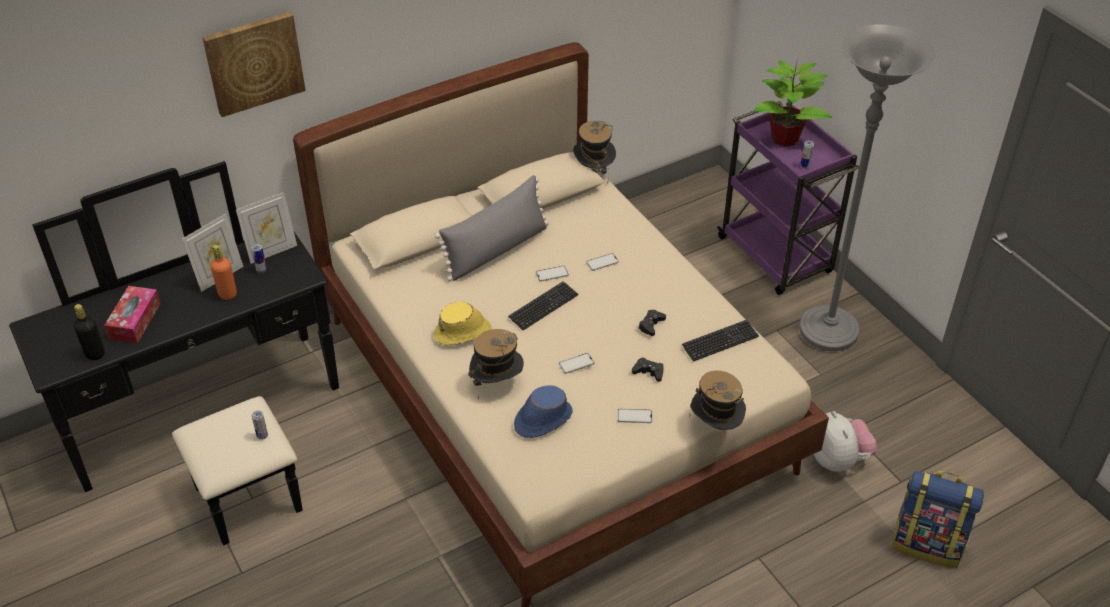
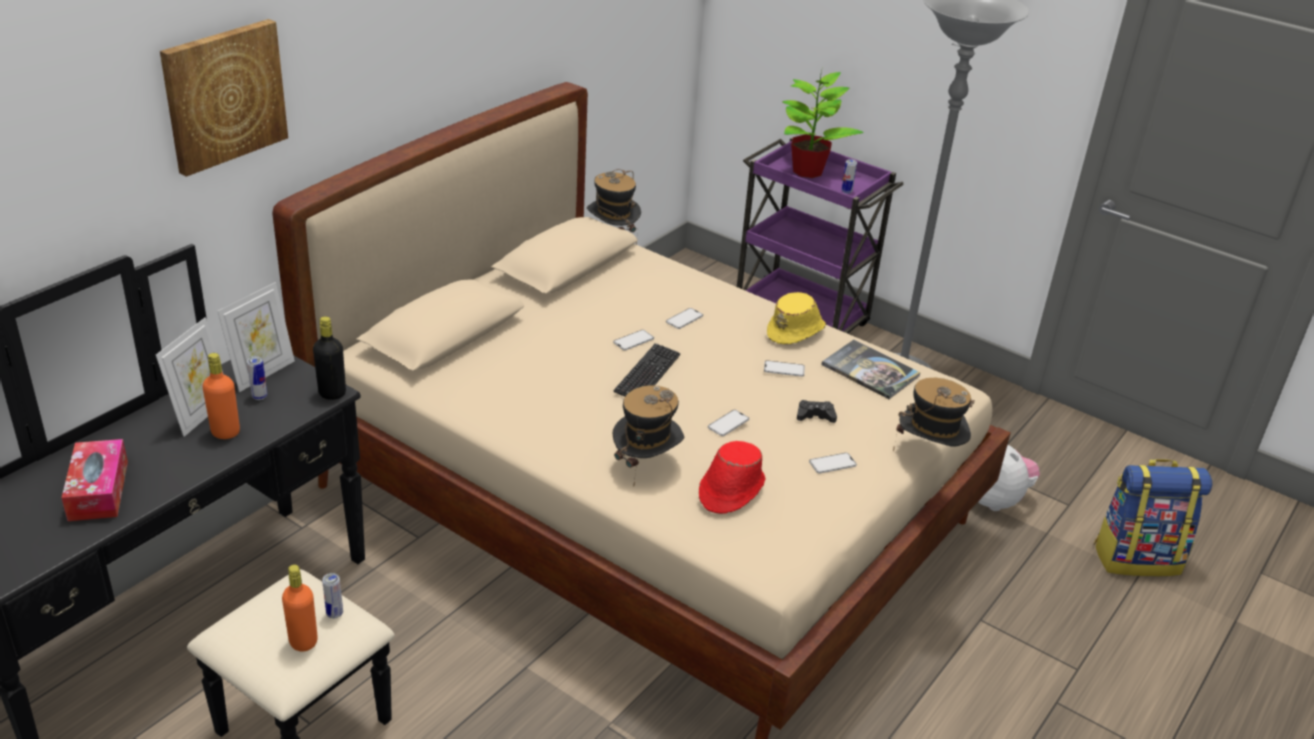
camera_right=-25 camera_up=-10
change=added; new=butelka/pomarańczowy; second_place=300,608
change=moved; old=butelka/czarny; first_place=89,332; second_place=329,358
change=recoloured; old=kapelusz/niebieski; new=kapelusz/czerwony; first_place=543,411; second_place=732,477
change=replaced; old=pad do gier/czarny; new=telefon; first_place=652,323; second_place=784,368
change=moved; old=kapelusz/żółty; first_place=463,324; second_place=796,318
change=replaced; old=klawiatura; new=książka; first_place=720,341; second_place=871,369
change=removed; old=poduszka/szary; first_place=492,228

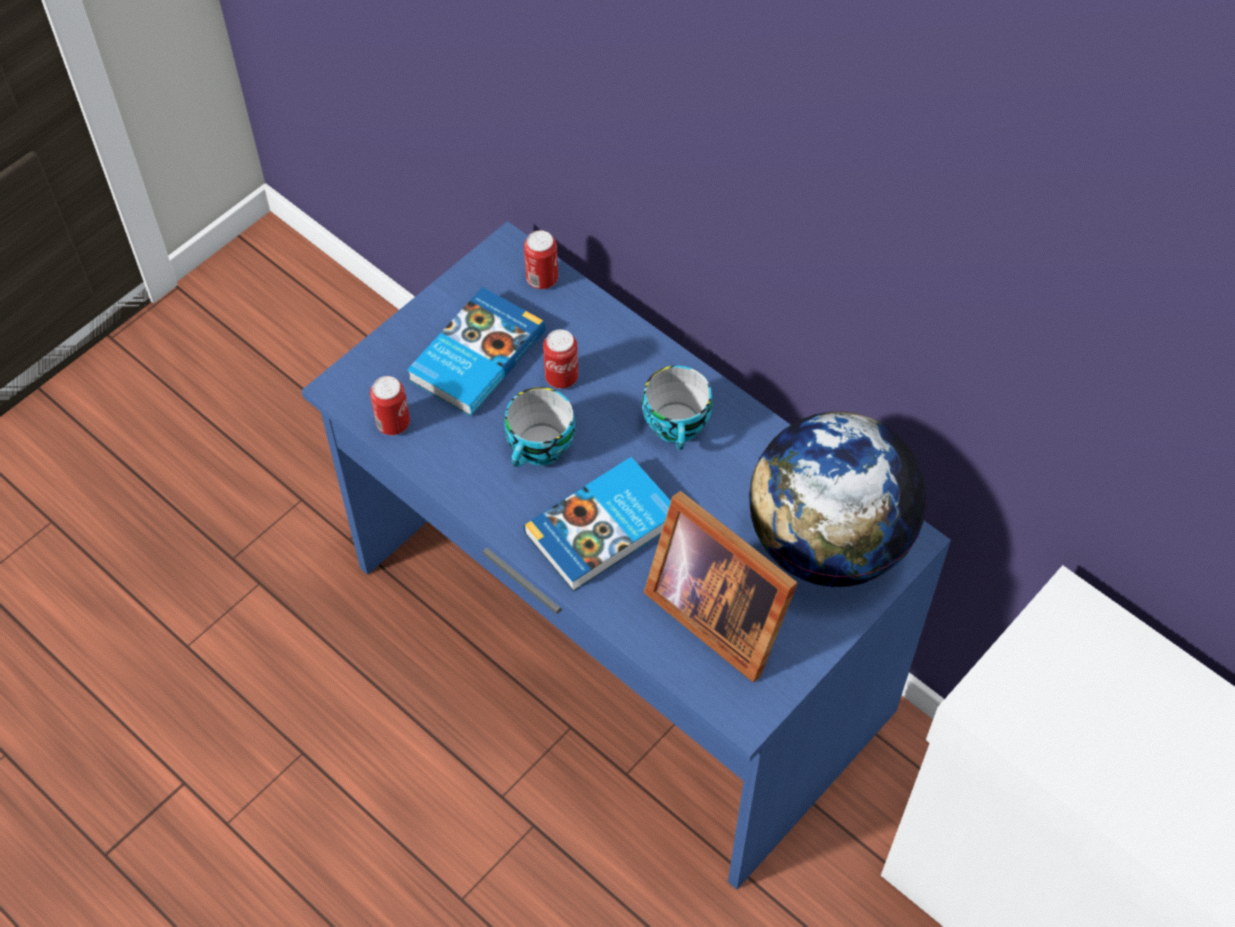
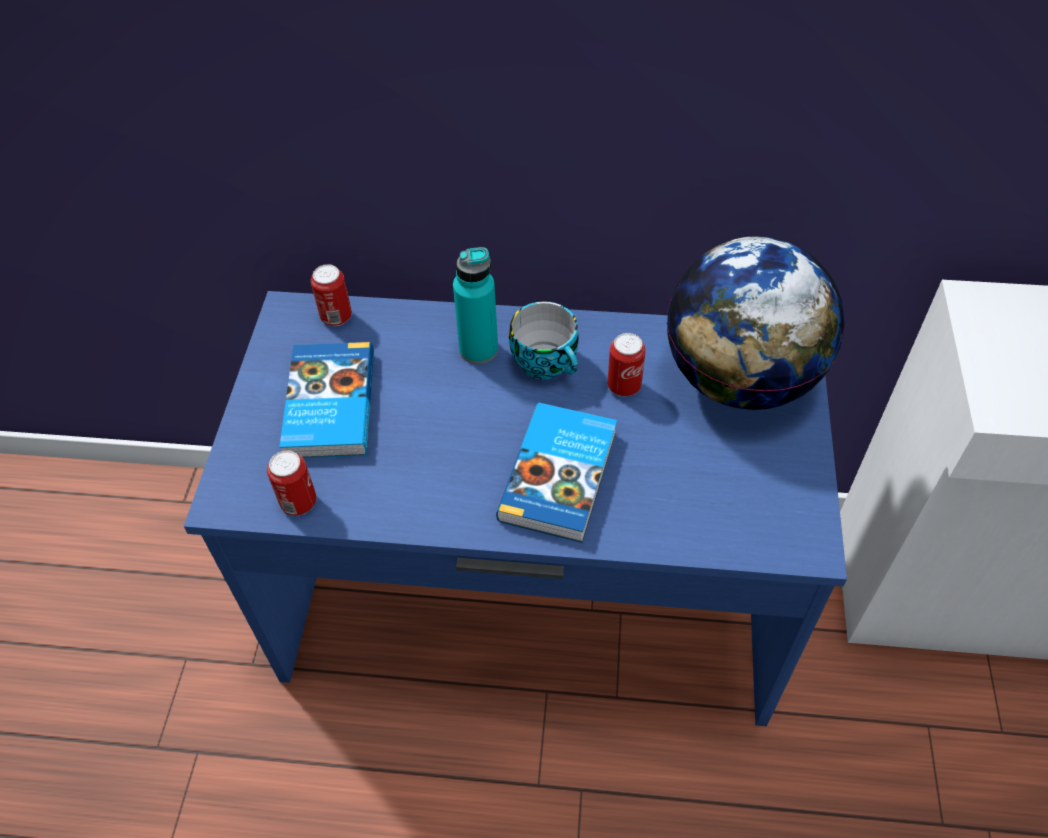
camera_right=-35 camera_up=-5
change=added; new=butelka/turkusowy; second_place=475,305
change=moved; old=puszka; first_place=560,359; second_place=626,364
change=removed; old=filiżanka; first_place=539,427
change=removed; old=ramka na zdjęcie; first_place=721,586

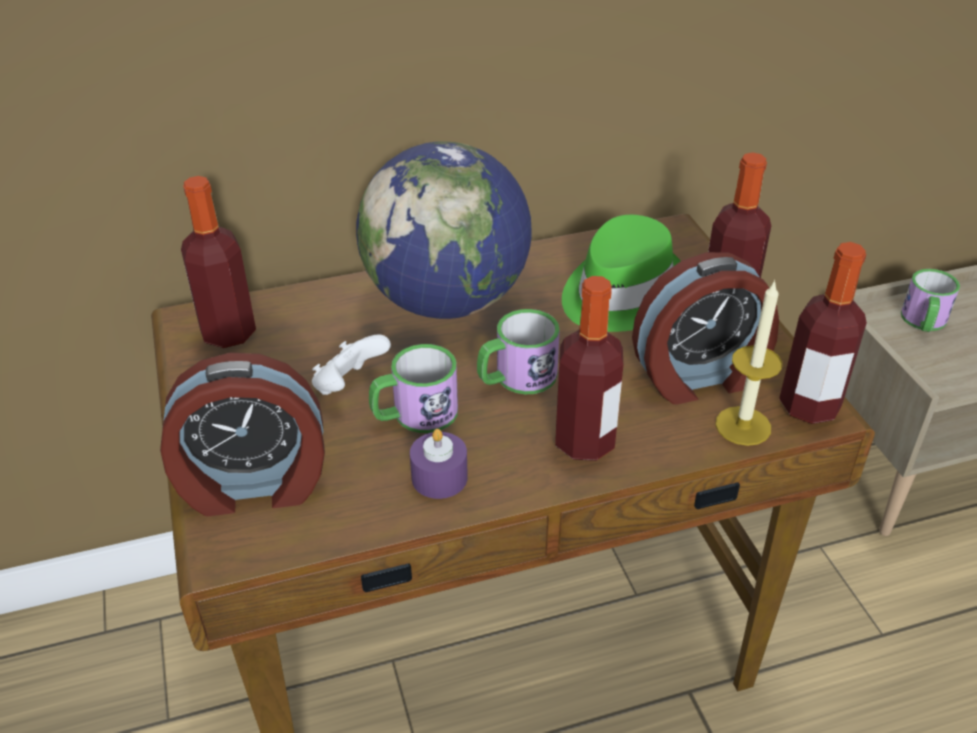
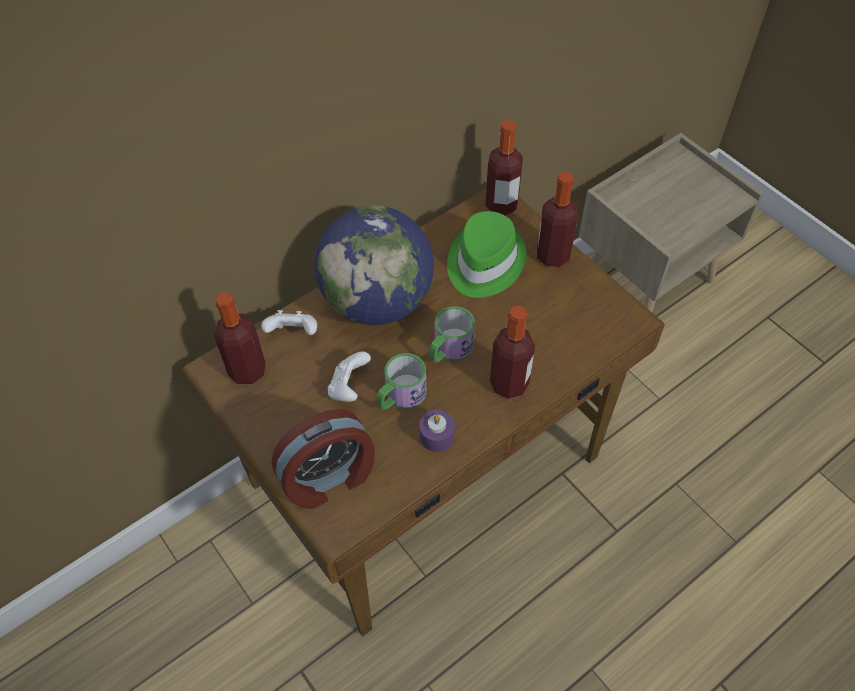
camera_right=-20 camera_up=15
change=added; new=pad do gier/biały; second_place=289,322
change=moved; old=butelka; first_place=823,333; second_place=504,168
change=removed; old=budzik; first_place=705,328
change=removed; old=świeca; first_place=748,363
change=removed; old=kubek; first_place=930,300

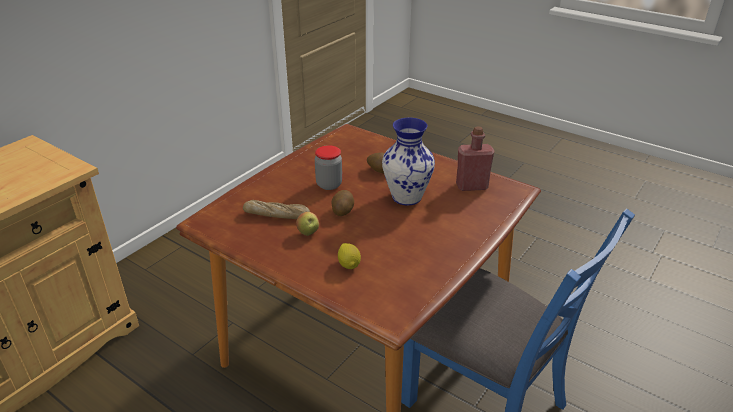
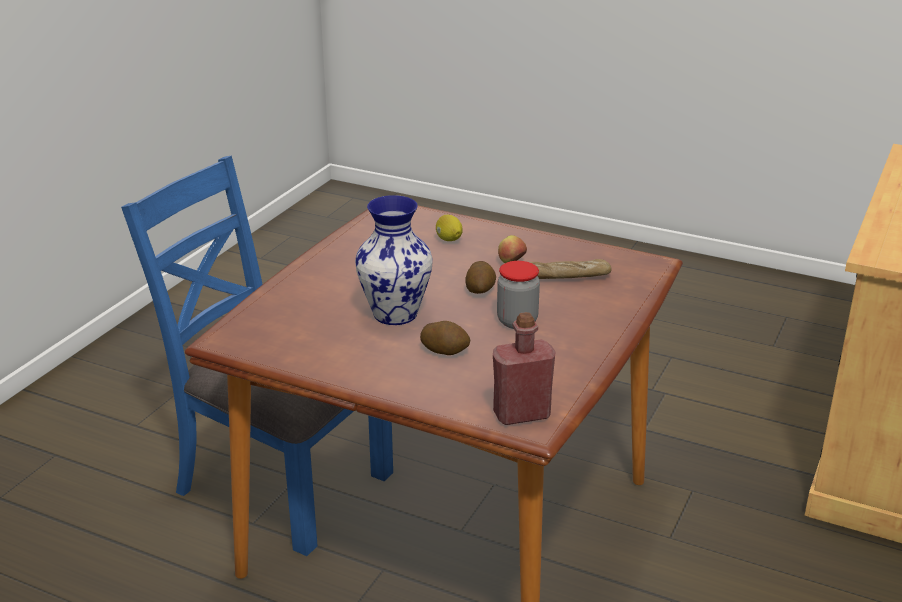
camera_right=170 camera_up=-5
change=moved; old=butelka/czerwony; first_place=475,158; second_place=524,368

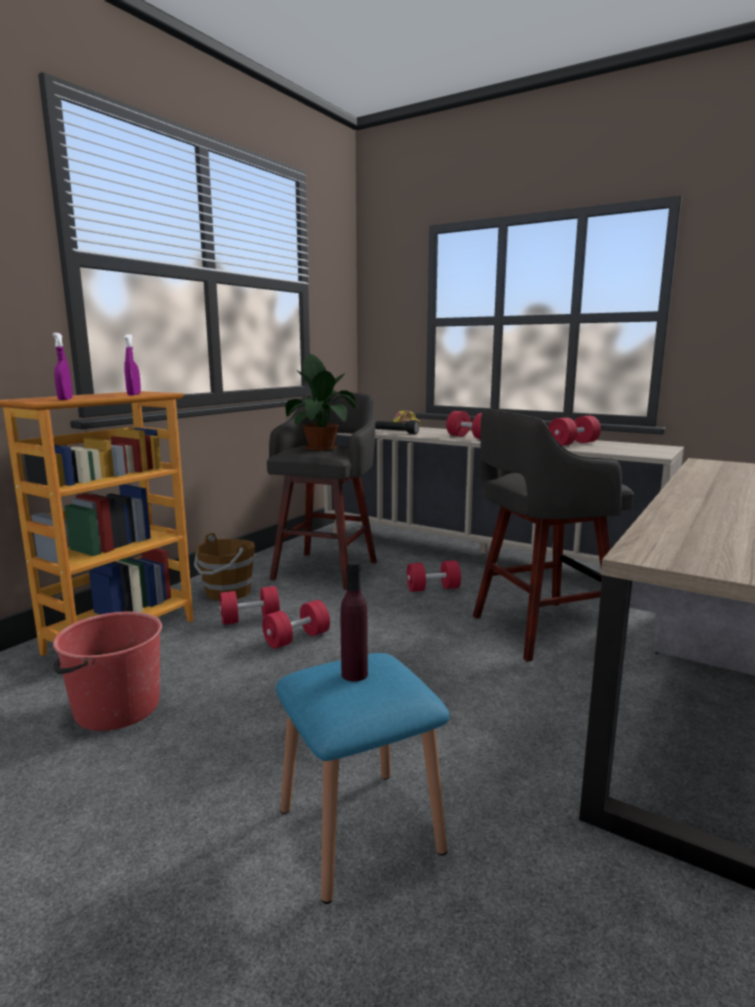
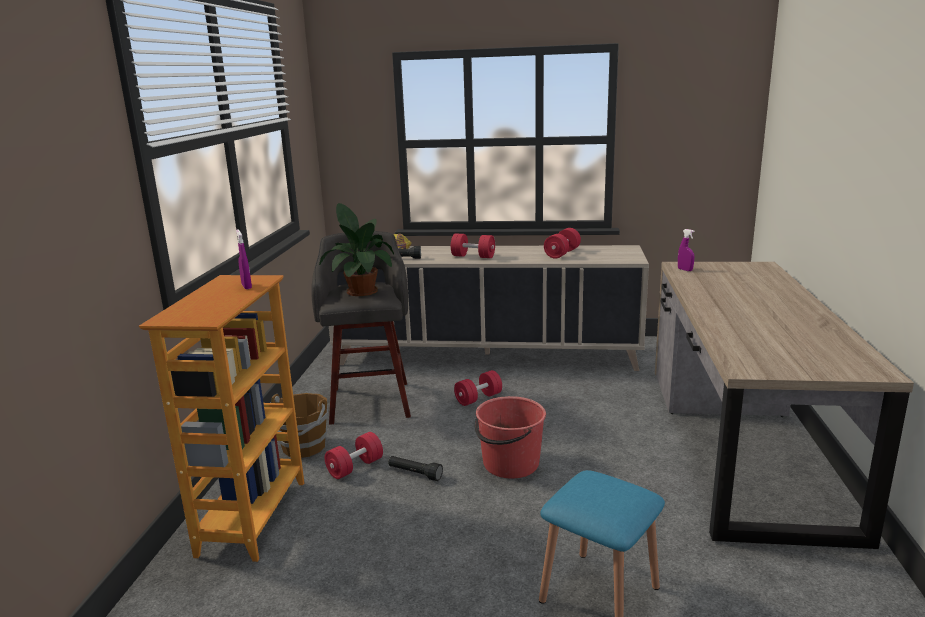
camera_right=-25 camera_up=5
change=replaced; old=hantel/czerwony; new=latarka/czarny; first_place=296,624; second_place=415,468
change=moved; old=wiadro/czerwony; first_place=107,671; second_place=510,437
change=moved; old=spryskiwacz/fioletowy; first_place=62,366; second_place=686,250
change=removed; old=butelka/fioletowy; first_place=354,621
change=removed; old=stołek/szary; first_place=553,535

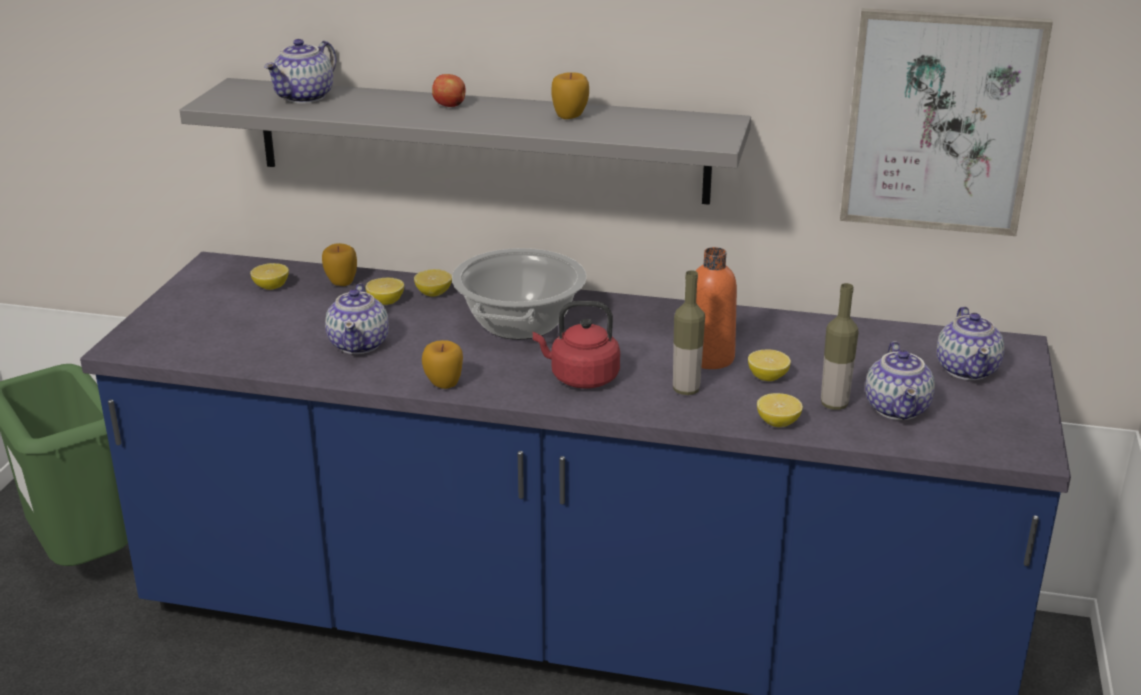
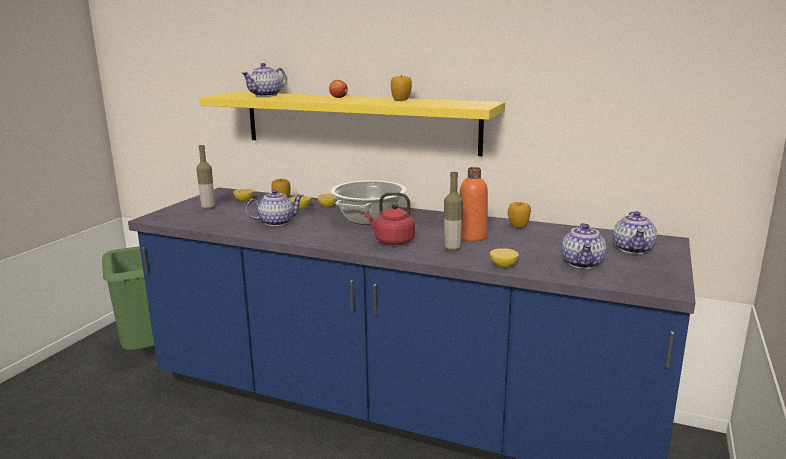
camera_right=10 camera_up=-10
change=moved; old=butelka; first_place=840,346; second_place=205,177
change=recoloured; old=półka/szary; new=półka/żółty; first_place=465,141; second_place=352,124
change=turned; old=imbryk; first_place=357,318; second_place=275,207; degrees=-120
change=moved; old=jabłko; first_place=442,364; second_place=519,215
change=removed; old=cytryna; first_place=769,365
change=removed; old=obraz; first_place=946,122

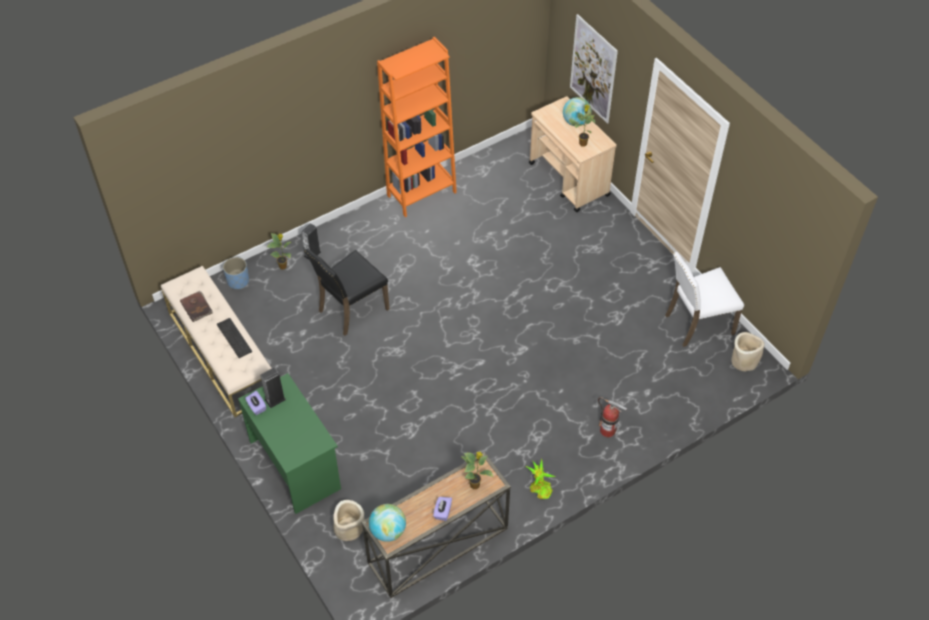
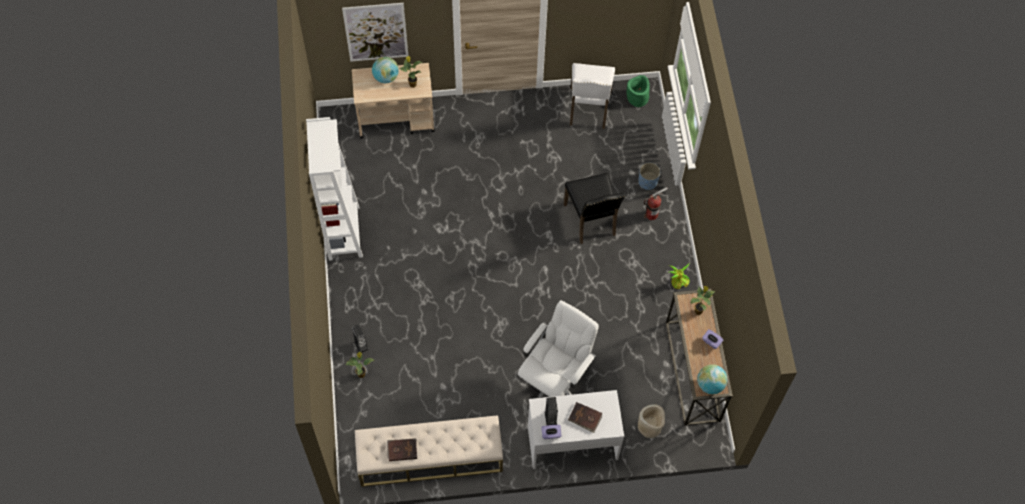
camera_right=-65 camera_up=10
change=recoloured; old=regał/pomarańczowy; new=regał/biały; first_place=417,127; second_place=334,189
change=added; new=krzesło biurowe/biały; second_place=558,349
change=recoloured; old=biurko/zielony; new=biurko/biały; first_place=289,443; second_place=576,429
change=moved; old=krzesło/czarny; first_place=347,292; second_place=594,208
change=added; new=książka/brązowy; second_place=585,417
change=recoloured; old=donica/beżowy; new=donica/zielony; first_place=748,351; second_place=638,91
change=moved; old=donica/niebieski; first_place=236,273; second_place=649,176
change=removed; old=klawiatura; first_place=234,338

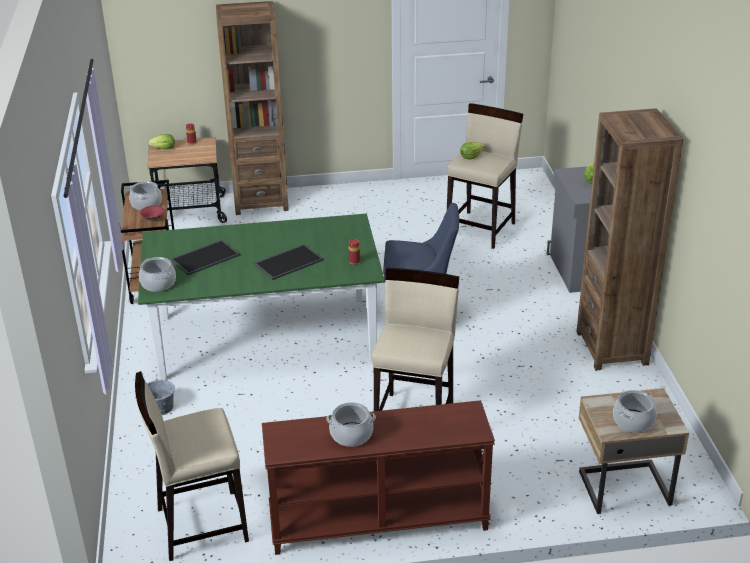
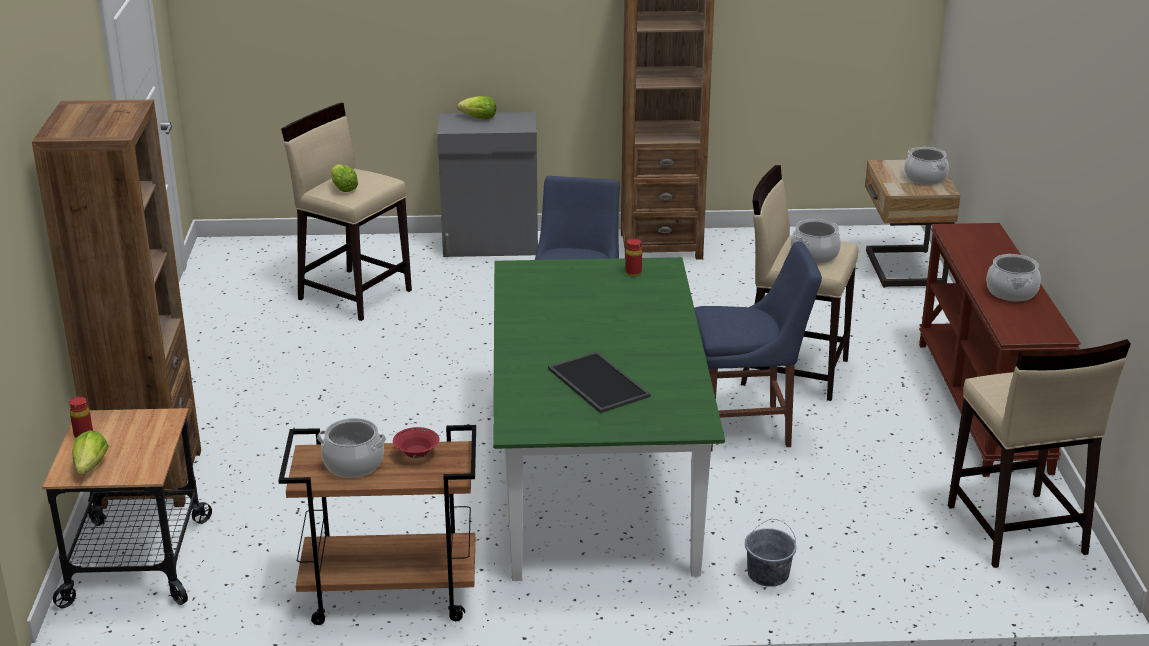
camera_right=-85 camera_up=-5
change=added; new=krzesło/niebieski; second_place=758,346
change=moved; old=garnek; first_place=157,274; second_place=815,241
change=removed; old=taca; first_place=289,262

